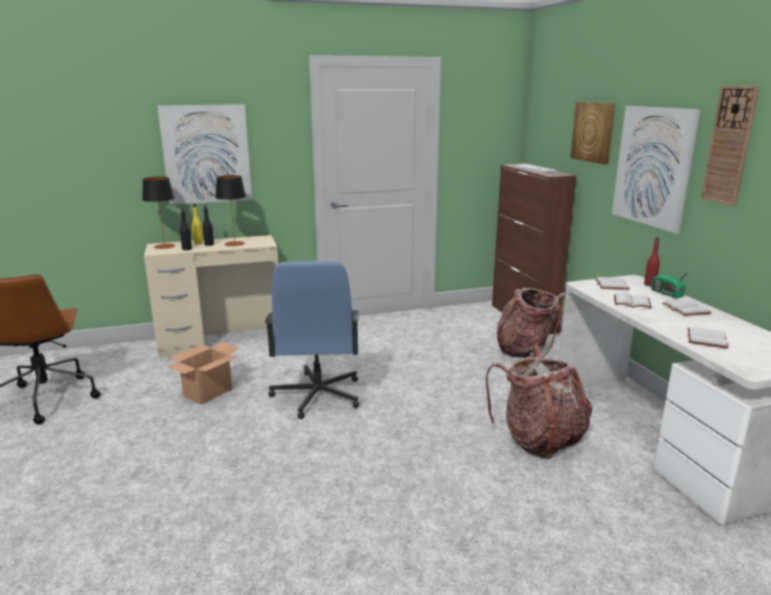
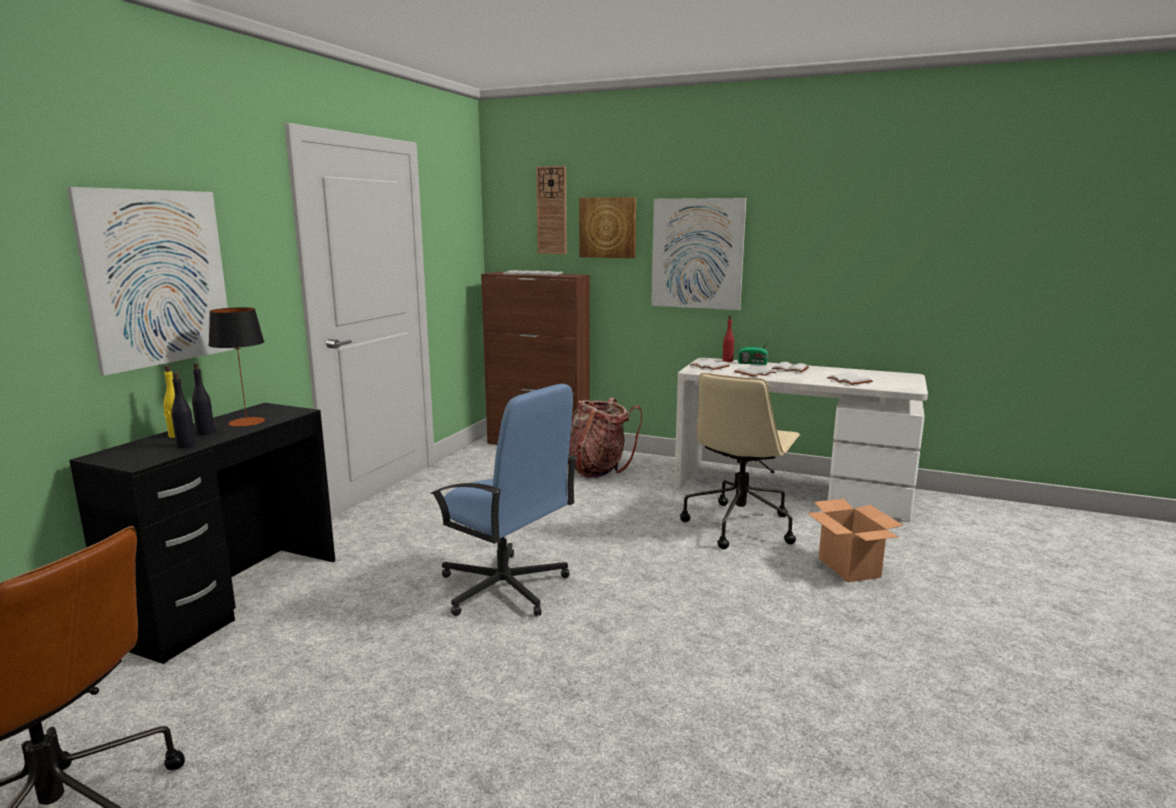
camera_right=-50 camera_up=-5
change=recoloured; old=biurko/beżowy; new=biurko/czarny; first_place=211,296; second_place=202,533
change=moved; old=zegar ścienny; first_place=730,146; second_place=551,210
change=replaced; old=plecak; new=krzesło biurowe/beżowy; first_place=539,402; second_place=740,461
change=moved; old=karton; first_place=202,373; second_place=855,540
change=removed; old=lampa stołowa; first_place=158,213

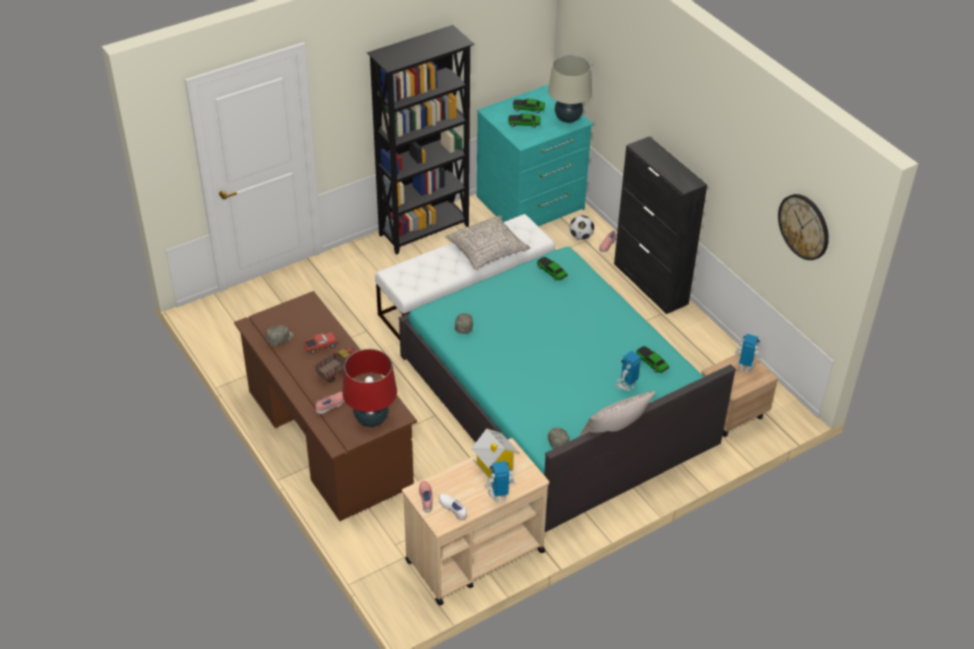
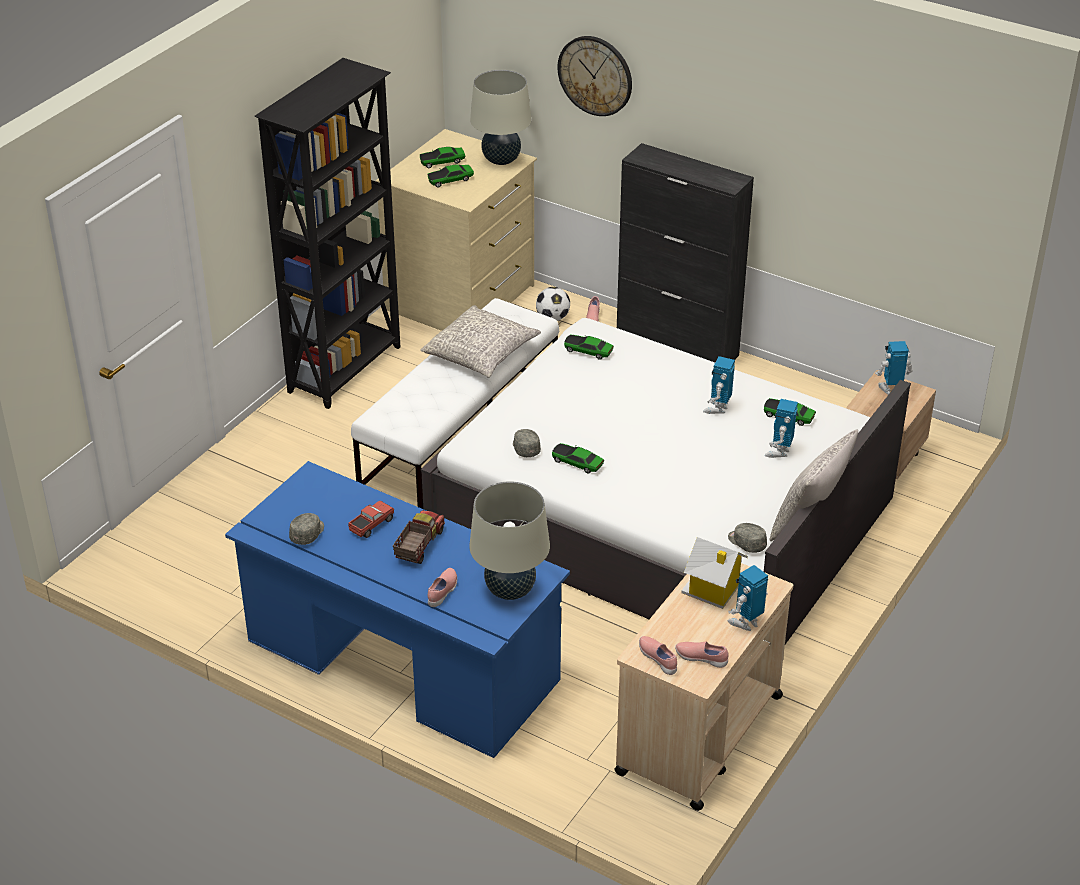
camera_right=-25 camera_up=-5
change=recoloured; old=biurko/brązowy; new=biurko/niebieski; first_place=325,406; second_place=397,609
change=recoloured; old=komoda/turkusowy; new=komoda/beżowy; first_place=535,155; second_place=456,230
change=recoloured; old=łóżko/turkusowy; new=łóżko/biały; first_place=567,389; second_place=666,481
change=recoloured; old=lampa stołowa/czerwony; new=lampa stołowa/beżowy; first_place=369,388; second_place=509,540
change=added; new=samochodzik; second_place=578,458
change=moved; old=zegar ścienny; first_place=803,227; second_place=595,76
change=recoloured; old=but/biały; new=but/różowy; first_place=453,507; second_place=702,654
change=added; new=robot zabawkowy; second_place=719,385

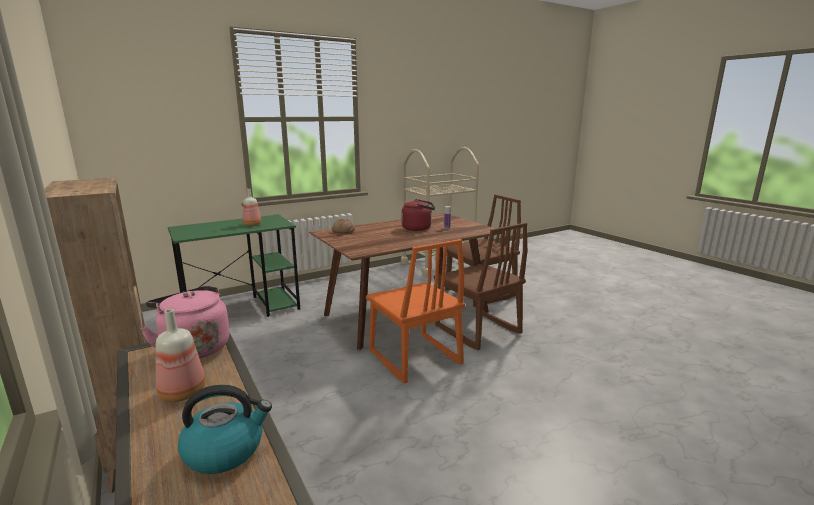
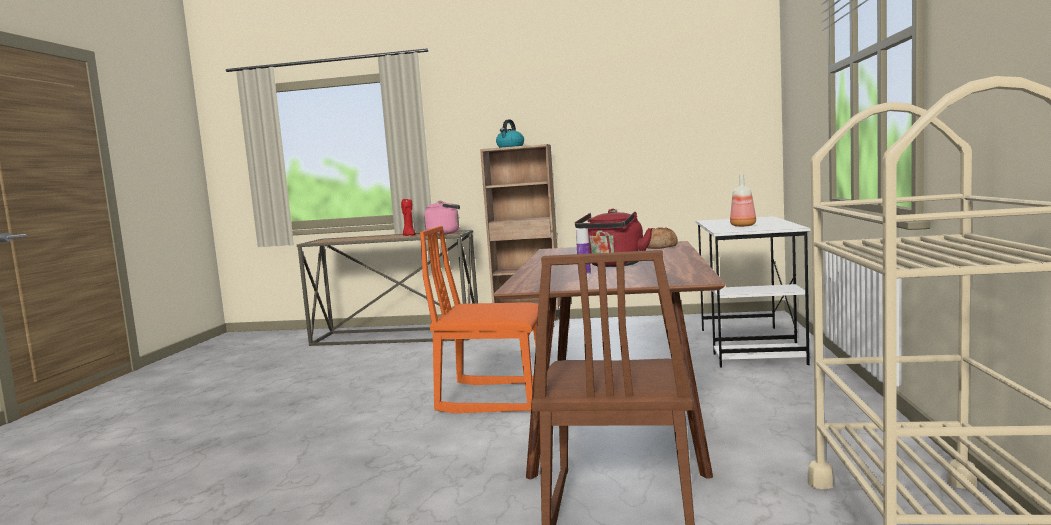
camera_right=130 camera_up=-10
change=replaced; old=butelka; new=świeca/czerwony; first_place=181,355; second_place=408,217
change=moved; old=czajnik; first_place=225,429; second_place=510,133
change=recoloured; old=biurko/zielony; new=biurko/biały; first_place=234,265; second_place=753,292
change=removed; old=krzesło/brązowy; first_place=480,286

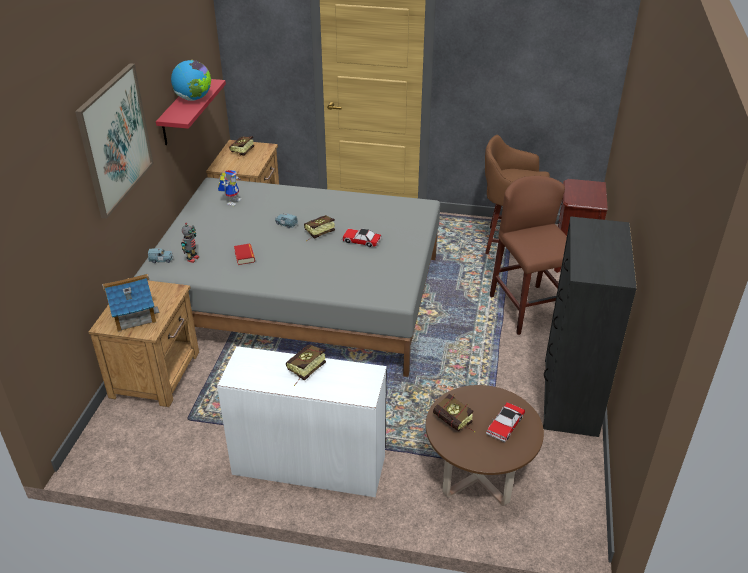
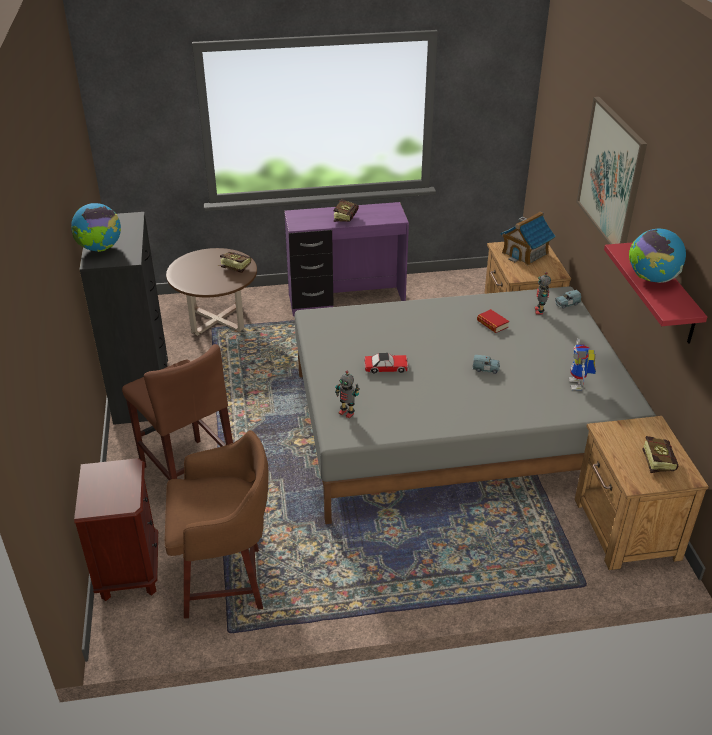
camera_right=160 camera_up=0
change=added; new=globus; second_place=96,227
change=recoloured; old=biurko/biały; new=biurko/fioletowy; first_place=302,421; second_place=346,259
change=added; new=robot zabawkowy; second_place=347,394
change=removed; old=książka; first_place=319,228
change=removed; old=samochodzik; first_place=505,422

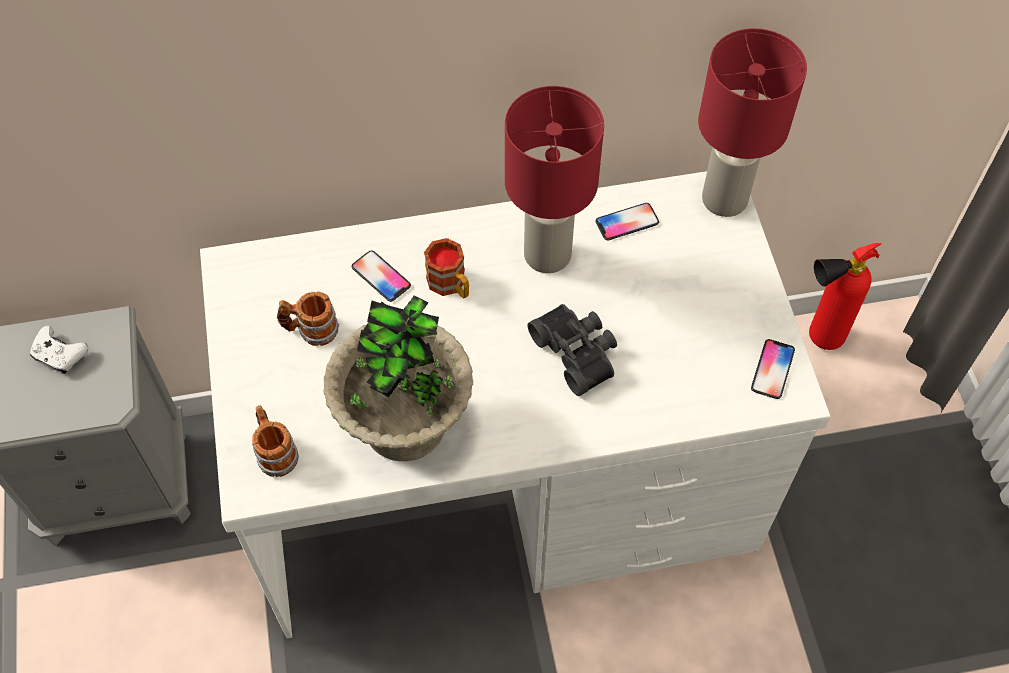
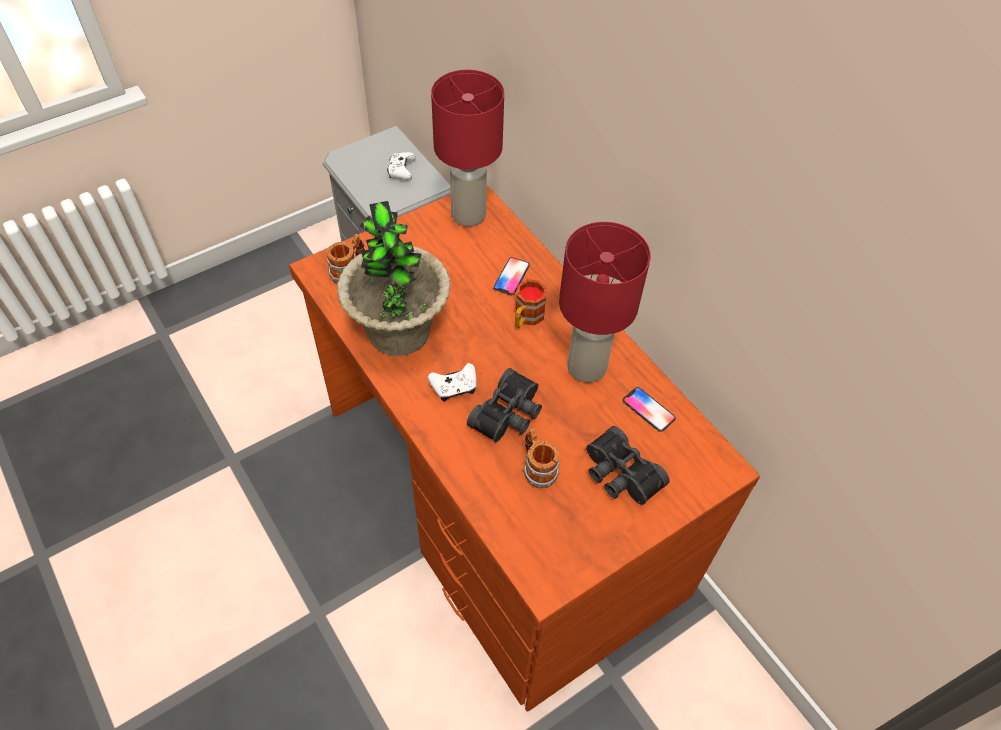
camera_right=65 camera_up=-5
change=recoloured; old=biurko/biały; new=biurko/brązowy; first_place=515,405; second_place=524,448
change=added; new=pad do gier/biały; second_place=452,382
change=moved; old=lampa stołowa/czerwony; first_place=752,122; second_place=467,148
change=moved; old=kubek; first_place=308,318; second_place=541,458
change=added; new=lornetka/czarny; second_place=628,465
change=removed; old=telefon; first_place=773,369
change=removed; old=gaśnica; first_place=845,296

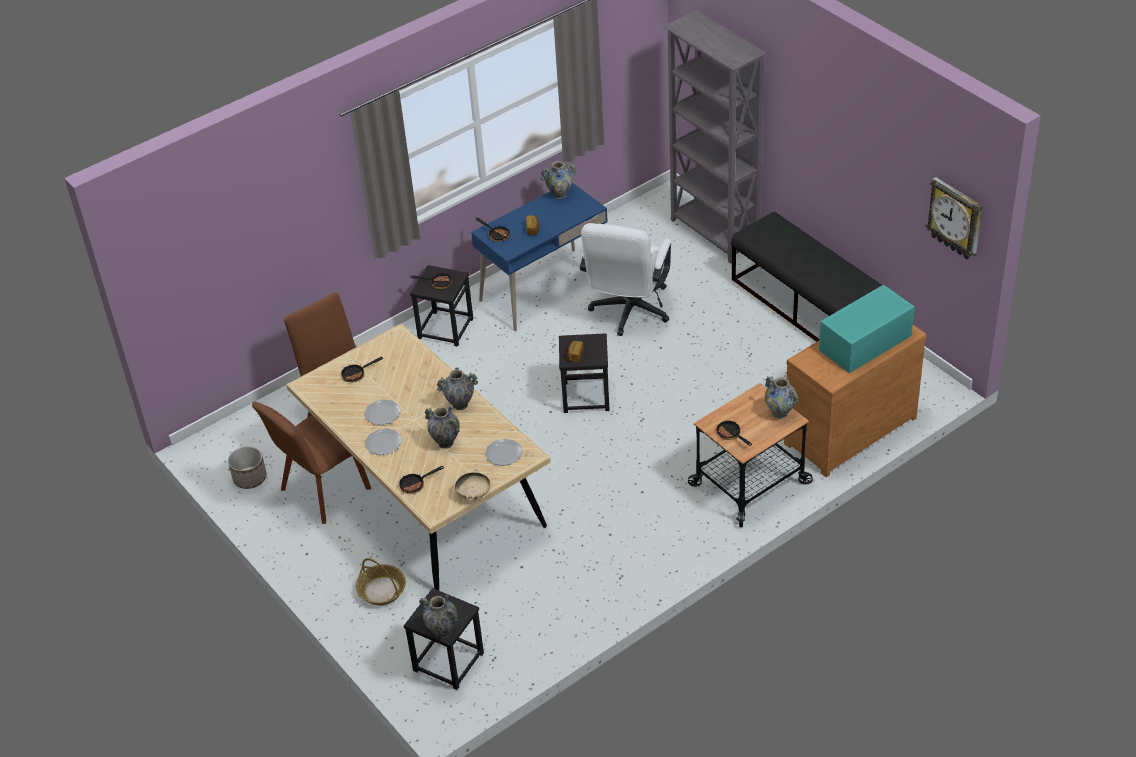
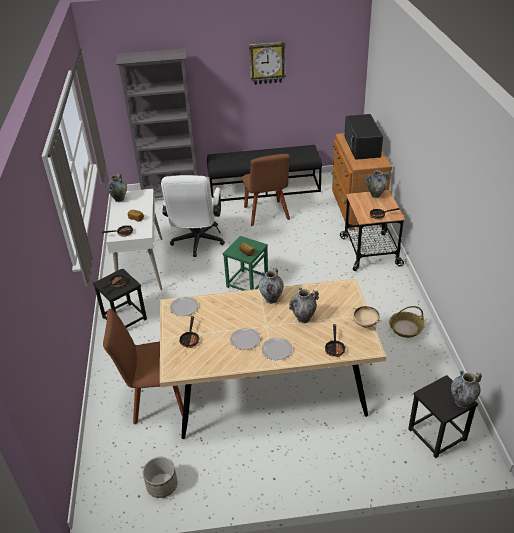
camera_right=-60 camera_up=-5
change=recoloured; old=biurko/niebieski; new=biurko/biały; first_place=539,257; second_place=134,239
change=turned; old=krzesło biurowe/biały; first_place=625,279; second_place=193,216; degrees=45
change=moved; old=talerz; first_place=504,452; second_place=184,306
change=recoloured; old=stołek/czarny; new=stołek/zielony; first_place=584,373; second_place=245,263
change=moved; old=krzesło/brązowy; first_place=311,463; second_place=266,190
change=moved; old=zegar ścienny; first_place=954,218; second_place=267,63
change=recoloured; old=mikrofalówka/turkusowy; new=mikrofalówka/czarny; first_place=867,329; second_place=364,137
change=moved; old=koszyk; first_place=381,581; second_place=407,322

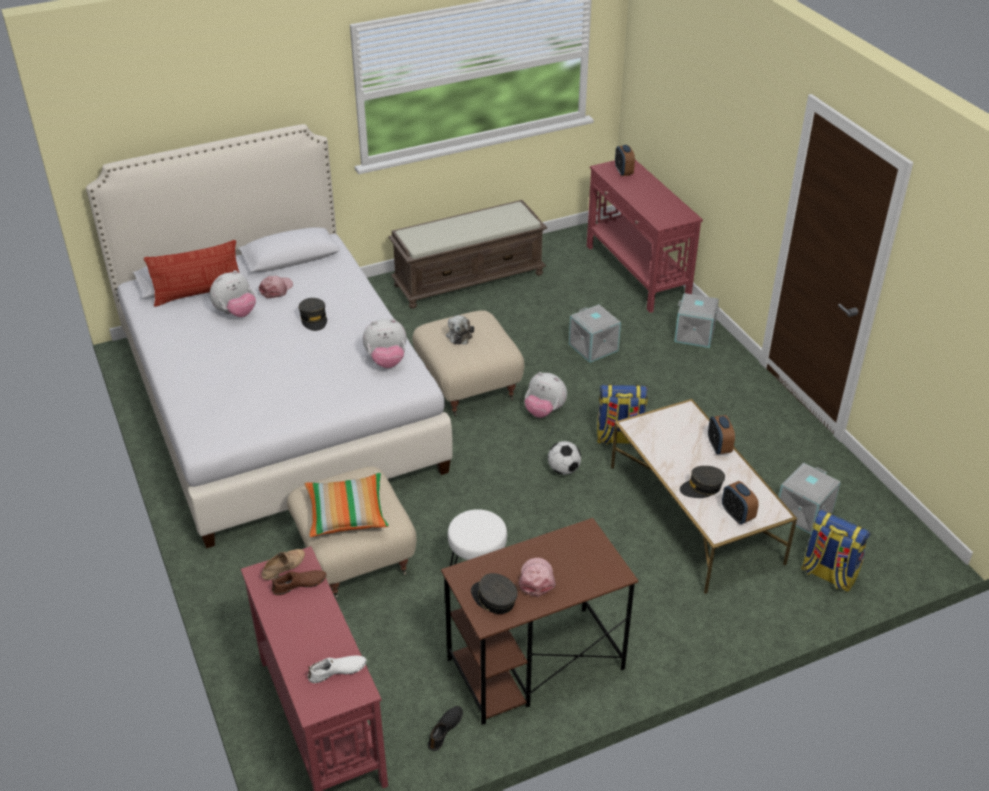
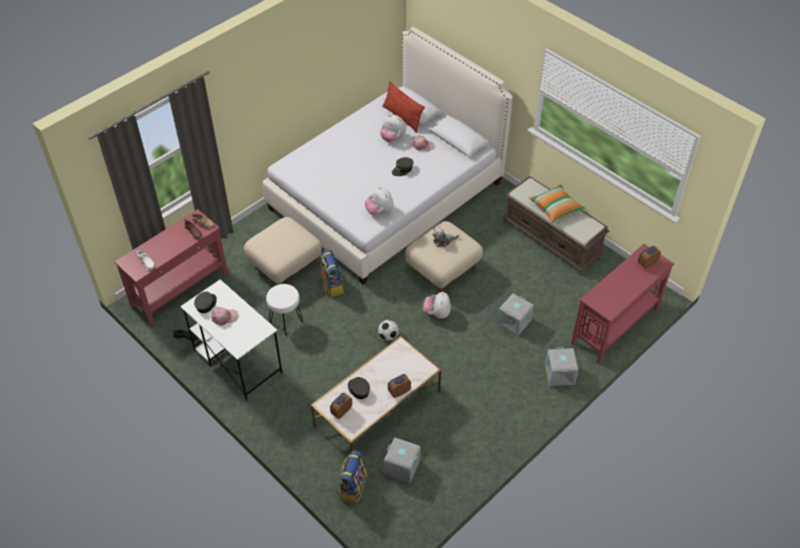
camera_right=70 camera_up=10
change=recoloured; old=biurko/brązowy; new=biurko/biały; first_place=539,621; second_place=231,340
change=moved; old=plecak; first_place=622,414; second_place=332,273
change=moved; old=poduszka; first_place=347,505; second_place=557,203

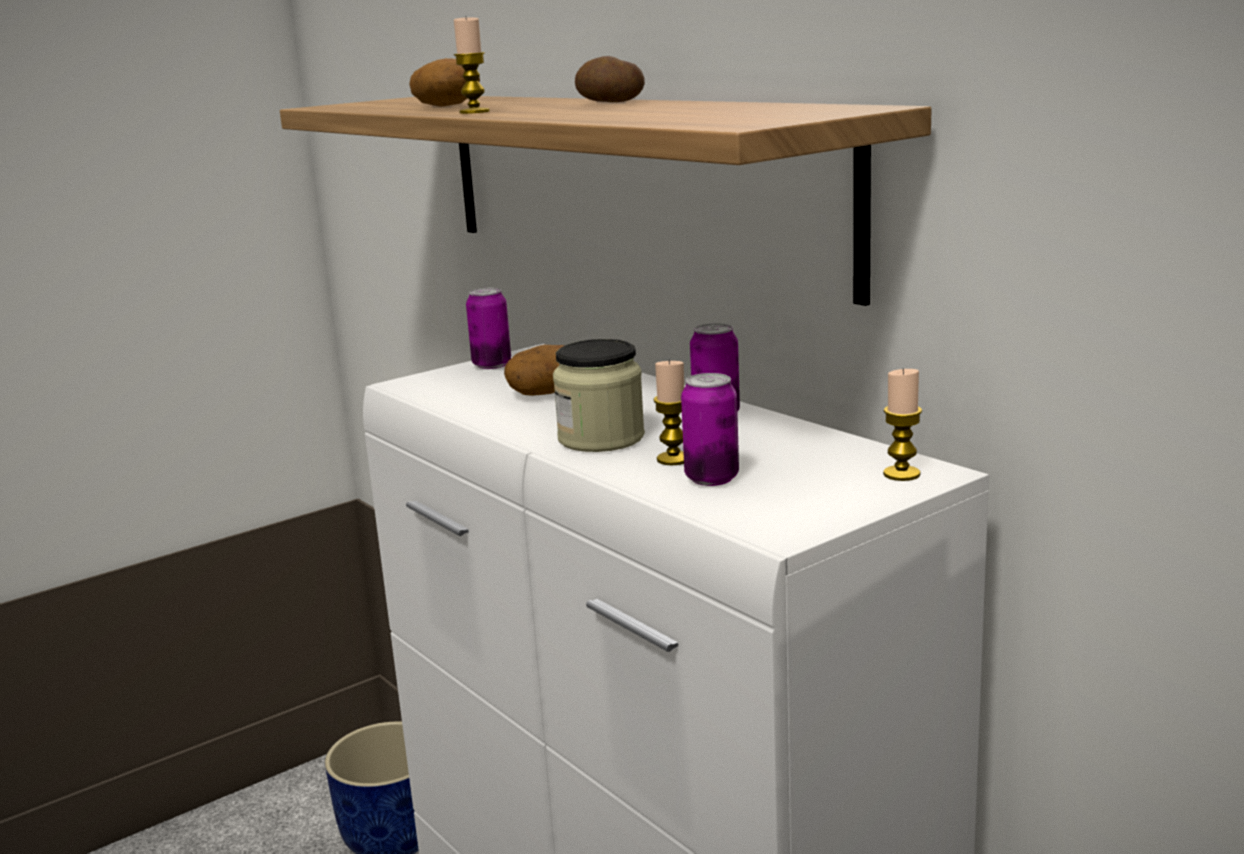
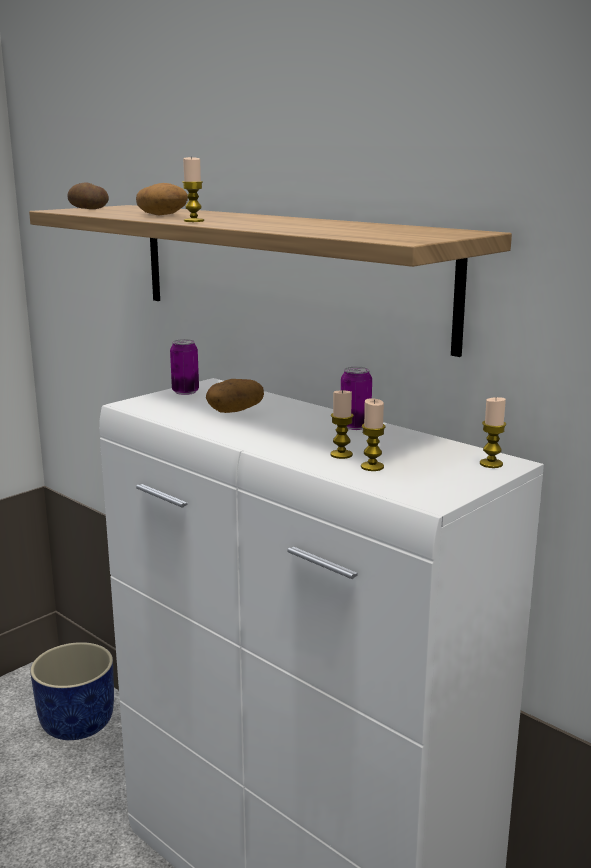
camera_right=-10 camera_up=0
change=moved; old=ziemniak; first_place=610,79; second_place=88,195
change=replaced; old=puszka; new=świeca; first_place=710,429; second_place=373,434
change=removed; old=słoik; first_place=599,395

